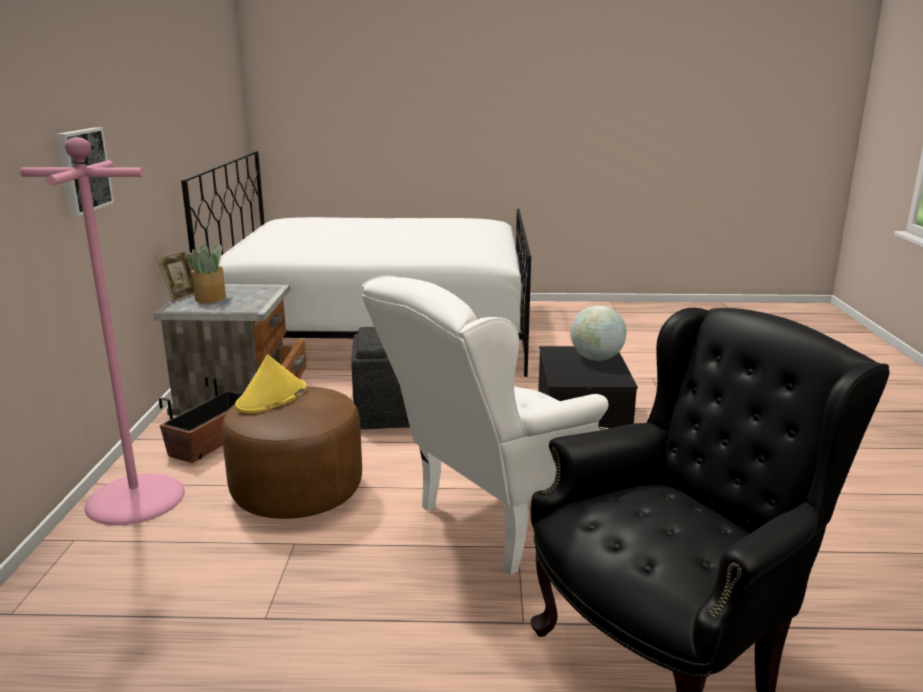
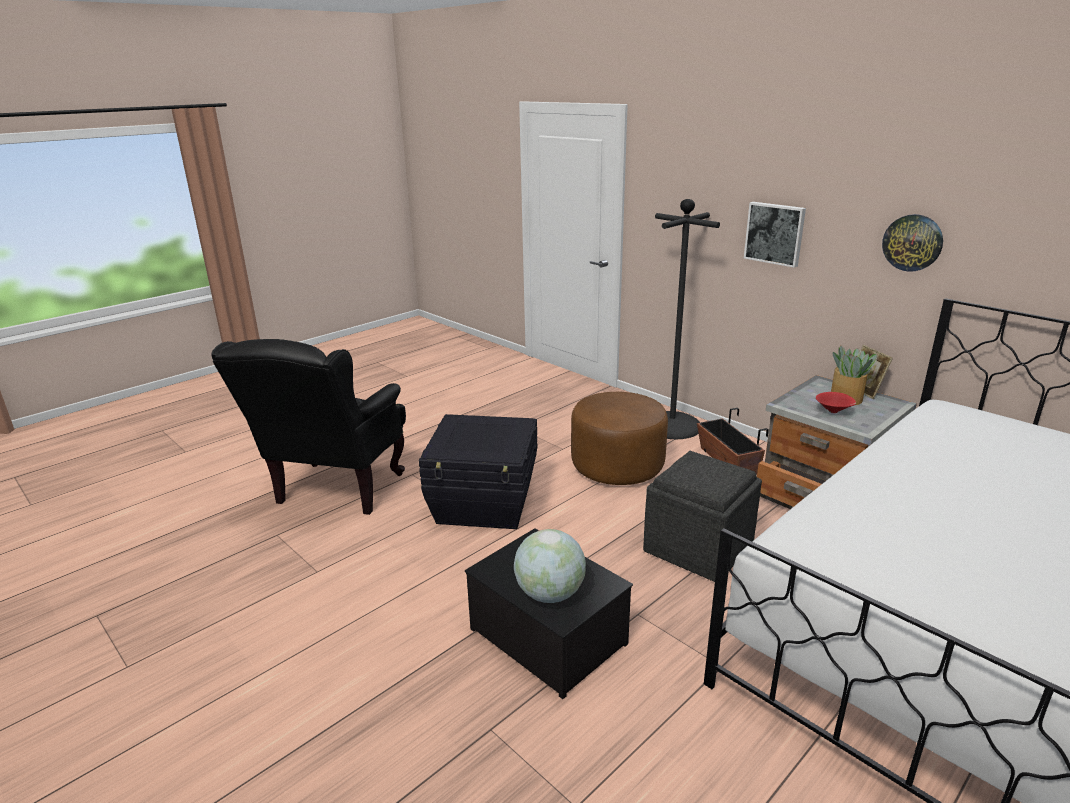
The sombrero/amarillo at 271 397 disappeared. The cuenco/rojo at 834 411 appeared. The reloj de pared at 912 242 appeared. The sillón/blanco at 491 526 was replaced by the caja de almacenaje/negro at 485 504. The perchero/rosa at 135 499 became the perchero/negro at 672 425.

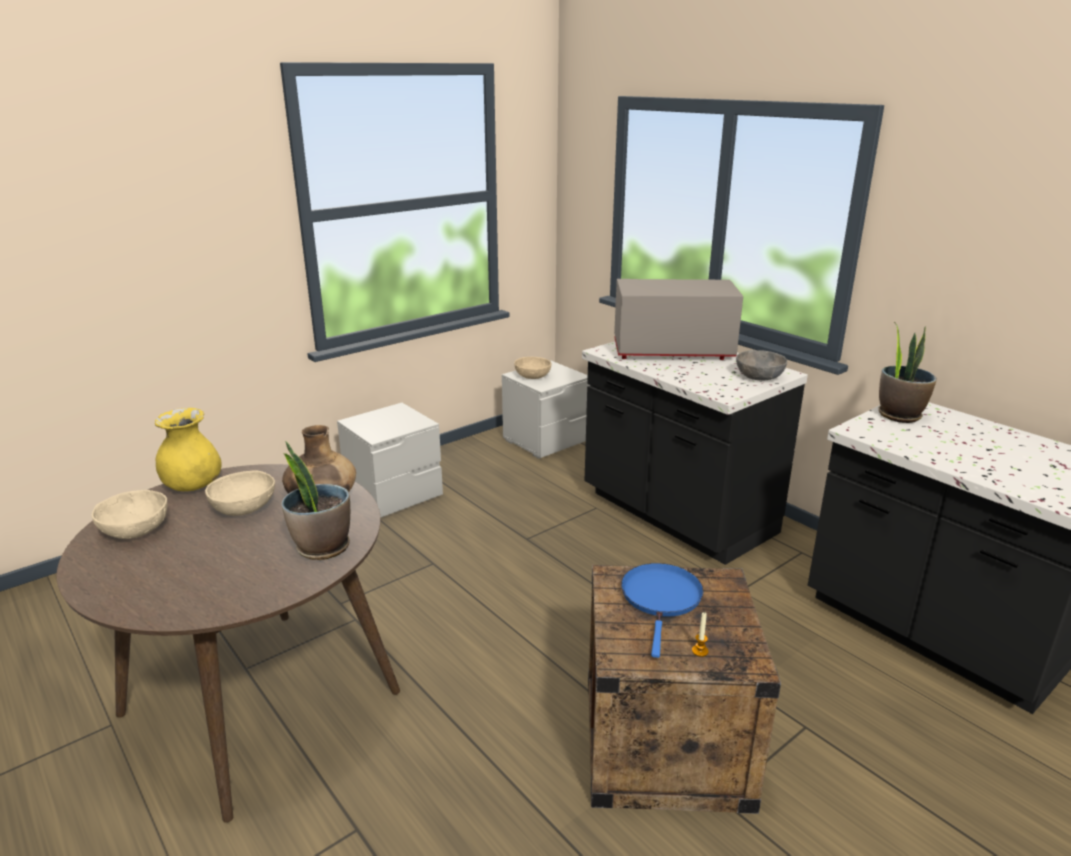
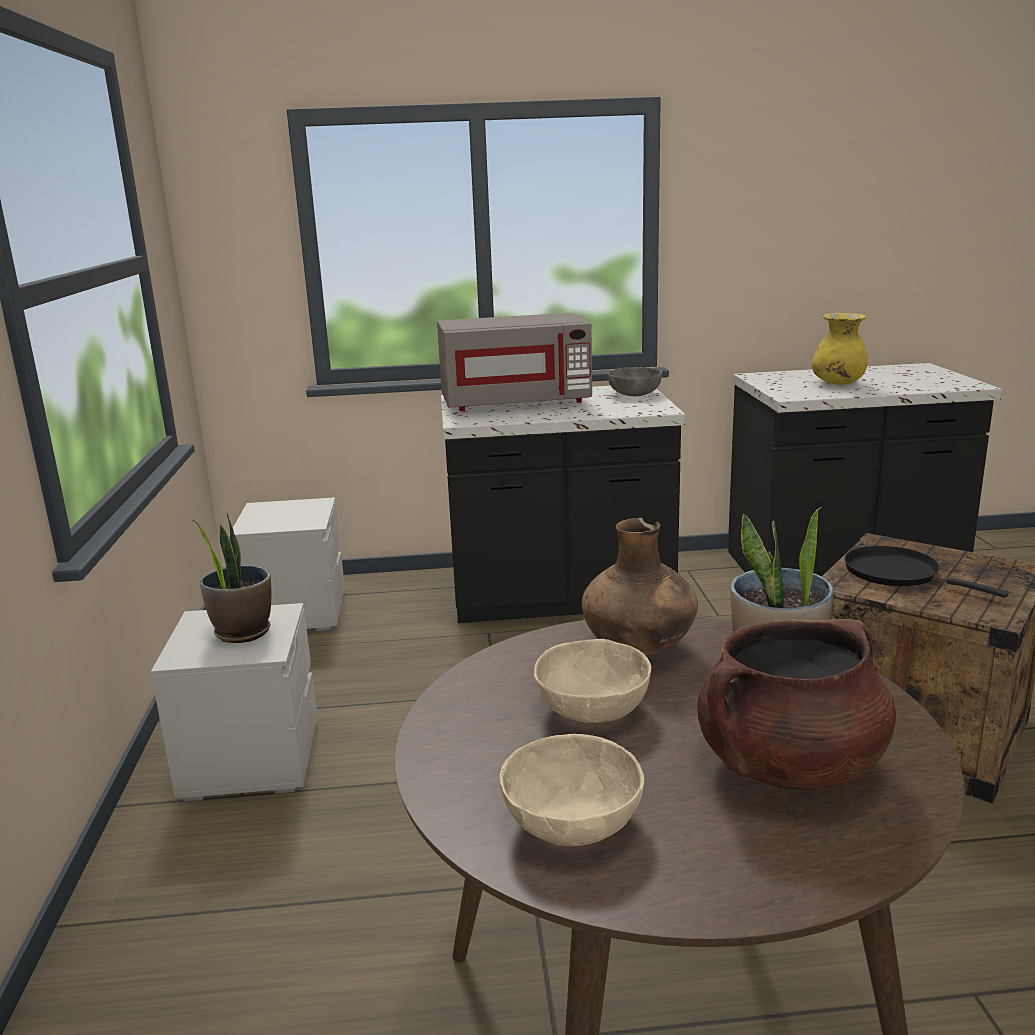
The cuenco/beis at 532 377 disappeared. The vela at 700 651 disappeared. The olla/marrón at 789 766 appeared. The florero/amarillo moved from 193 486 to 837 384. The planta en maceta moved from 899 415 to 242 632. The sartén/azul at 661 599 became the sartén/negro at 898 574. The microondas/gris at 672 351 turned 135 degrees counterclockwise.

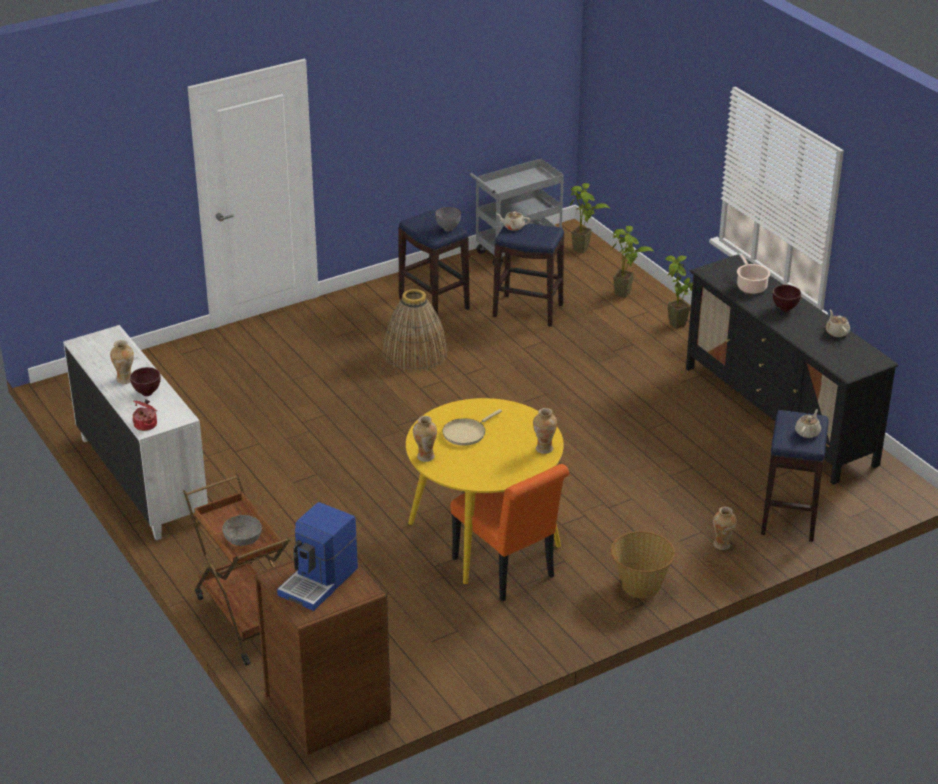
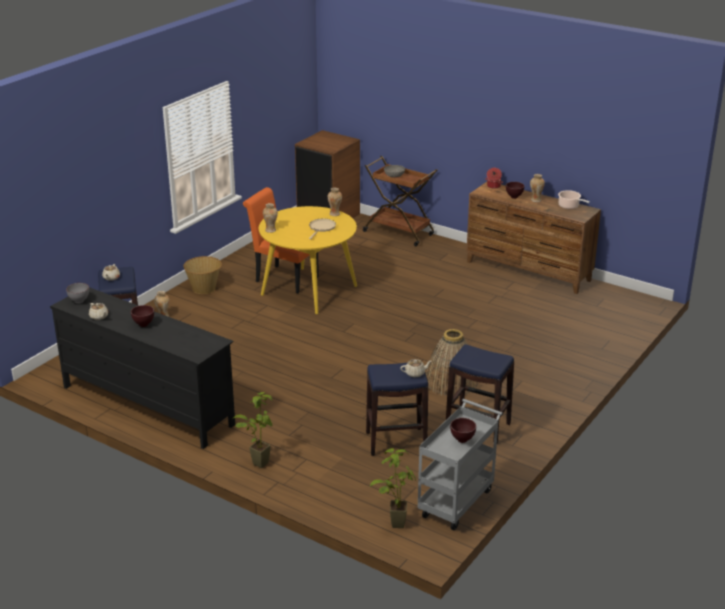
The cafetera at 319 581 disappeared. The planta en maceta at 627 296 disappeared. The cuenco/marrón at 462 440 appeared. The cuenco/gris moved from 447 229 to 80 302. The olla moved from 751 286 to 569 206. The cómoda/blanco at 141 480 became the cómoda/marrón at 528 271.

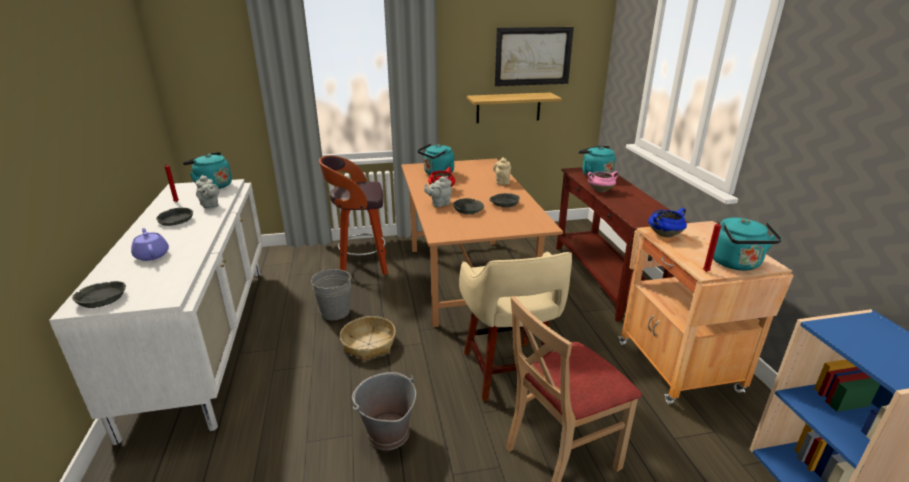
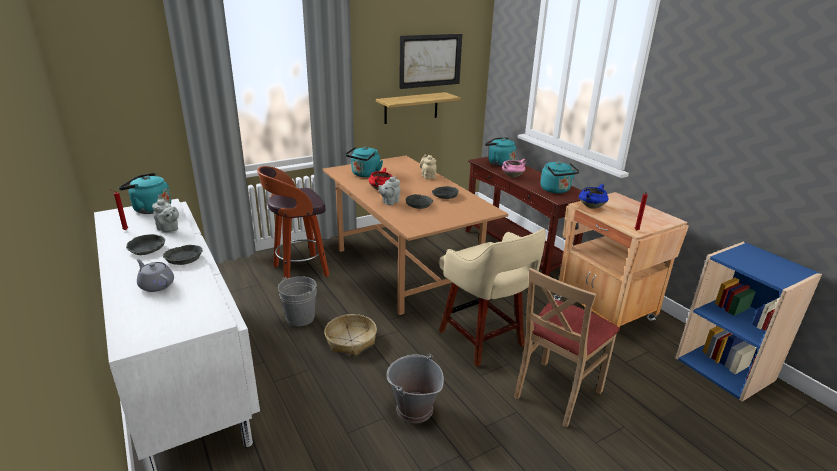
The cuenco/gris moved from 103 299 to 184 258. The hervidor/turquesa moved from 736 264 to 556 190. The tetera/morado at 152 255 became the tetera/gris at 156 285.

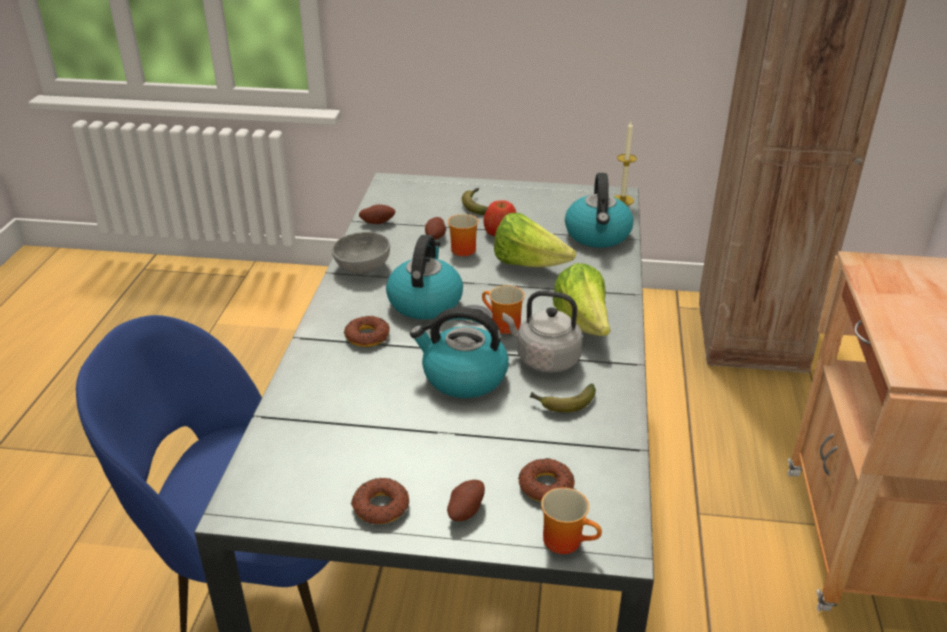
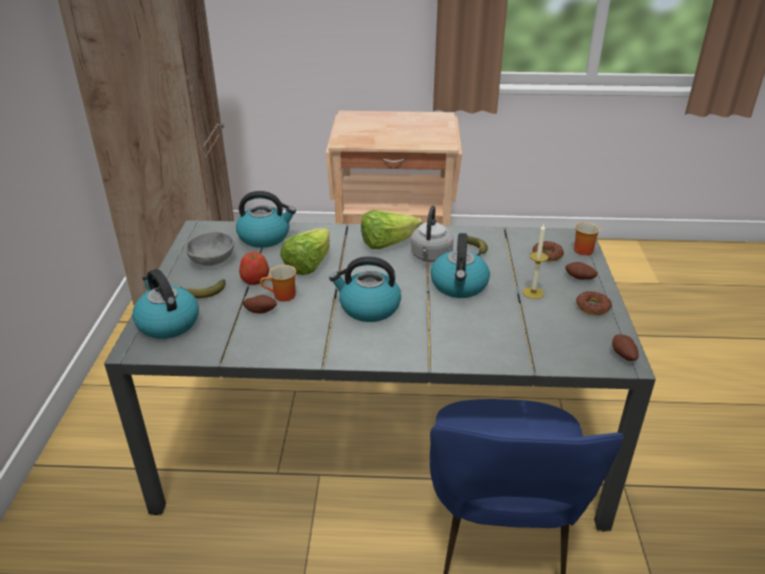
The rosquilla at 367 336 disappeared. The taza grande at 502 325 disappeared. The hervidor at 167 323 appeared. The cuenco/gris moved from 361 268 to 212 261. The patata moved from 377 222 to 622 355. The vela moved from 622 200 to 533 293.

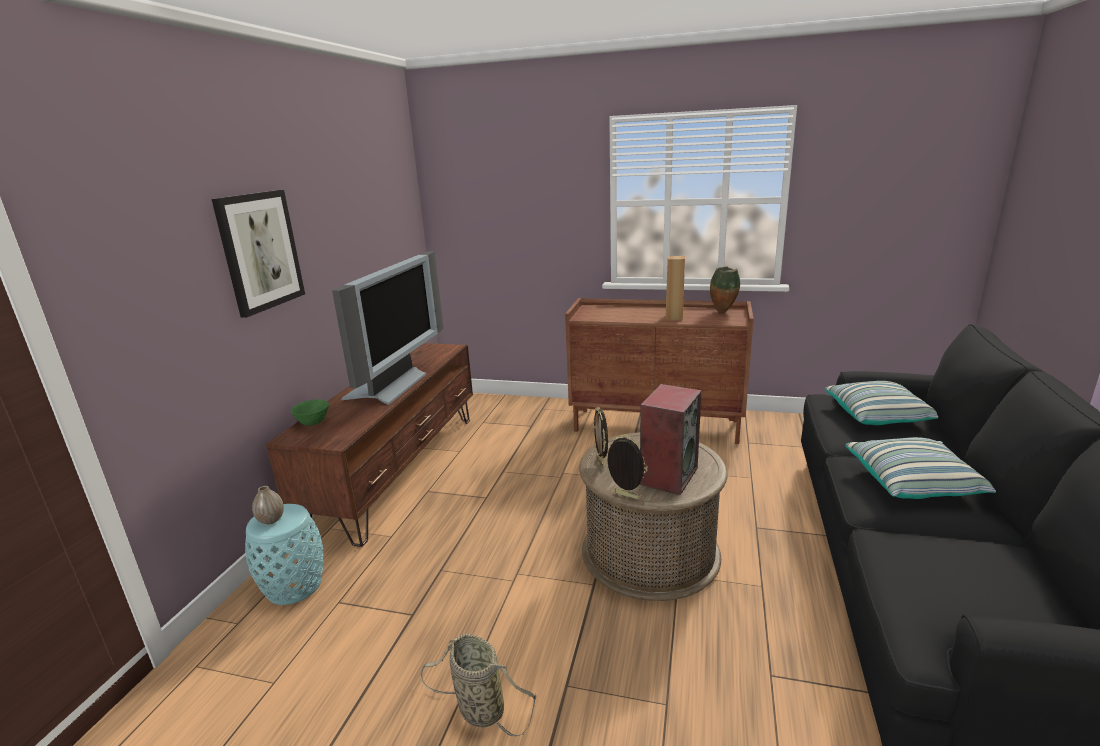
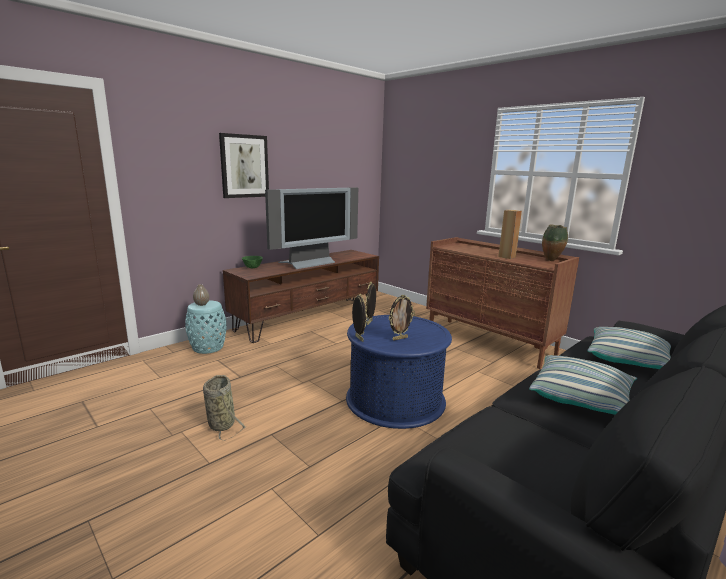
The altavoz at 668 475 was replaced by the portarretratos at 399 338. The mesa de centro/marrón at 650 552 became the mesa de centro/azul at 395 400.

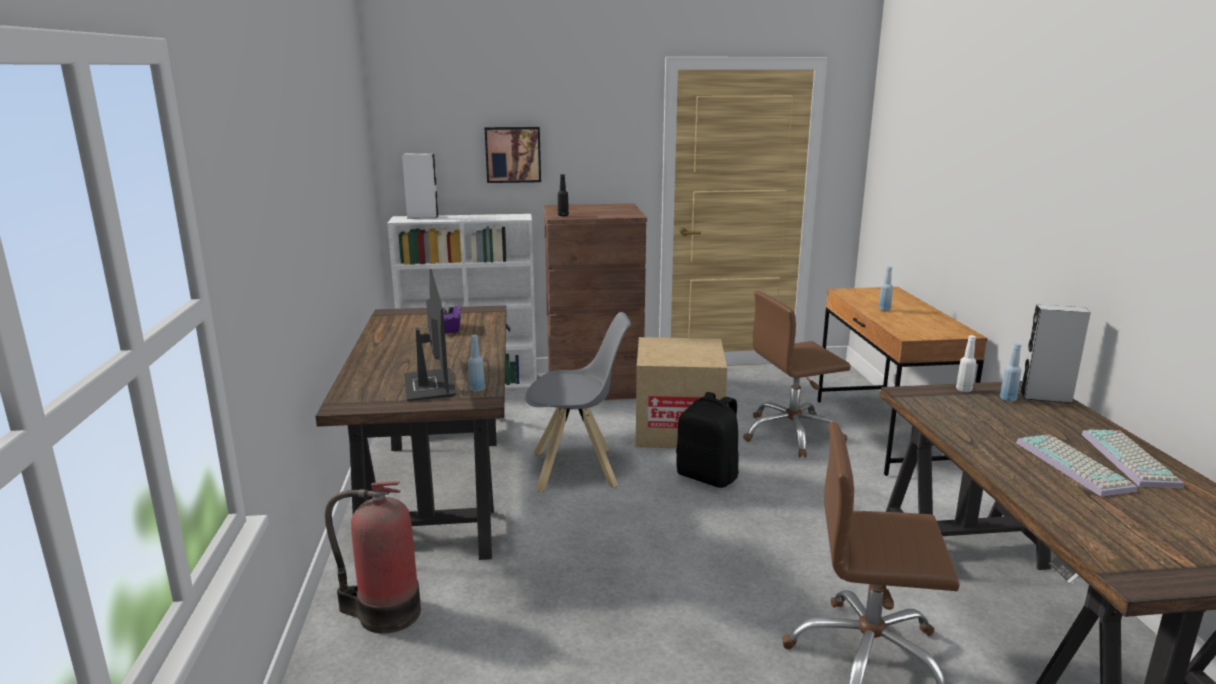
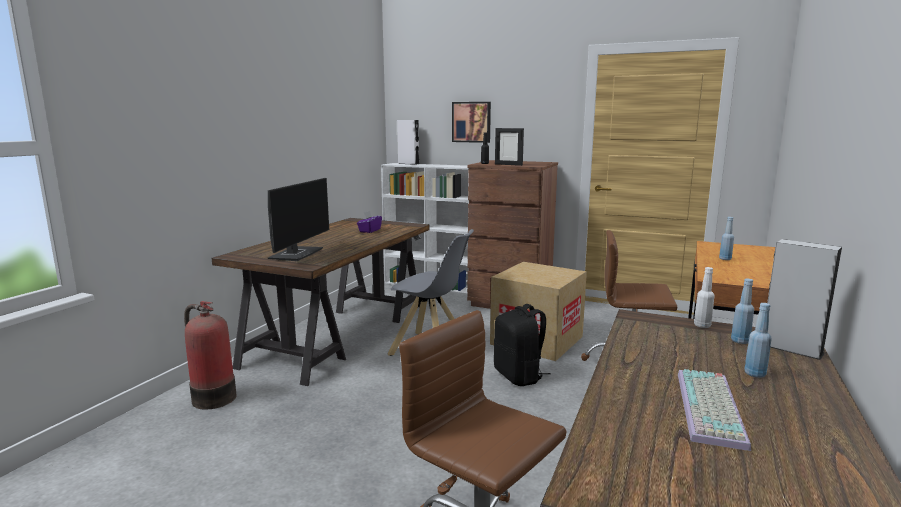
The teclado at 1132 460 disappeared. The portarretratos at 508 164 appeared. The botella/azul moved from 477 389 to 754 374.

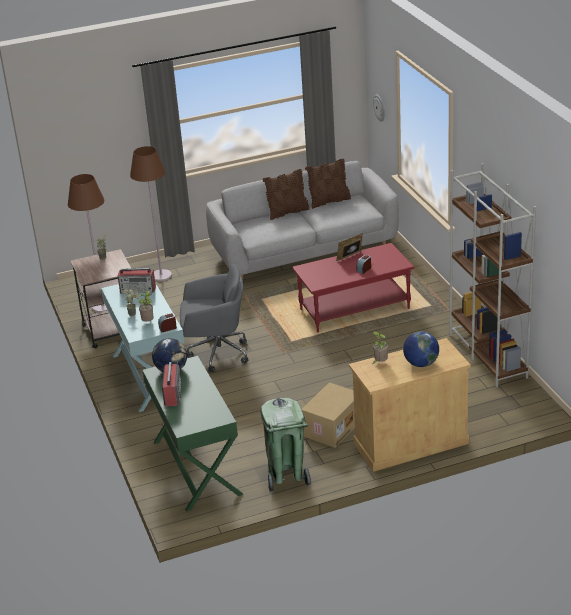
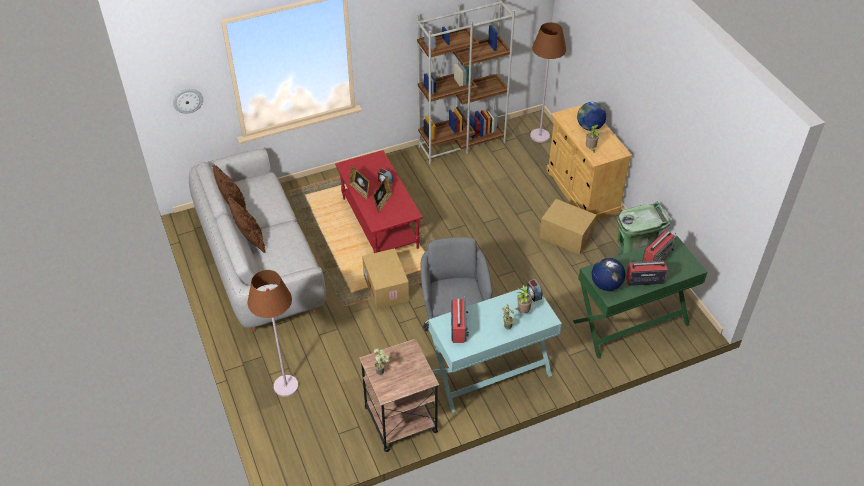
The caja de cartón at 387 288 appeared. The portarretratos at 382 202 appeared. The radio at 657 256 appeared. The lámpara de pie/marrón moved from 103 307 to 539 136.

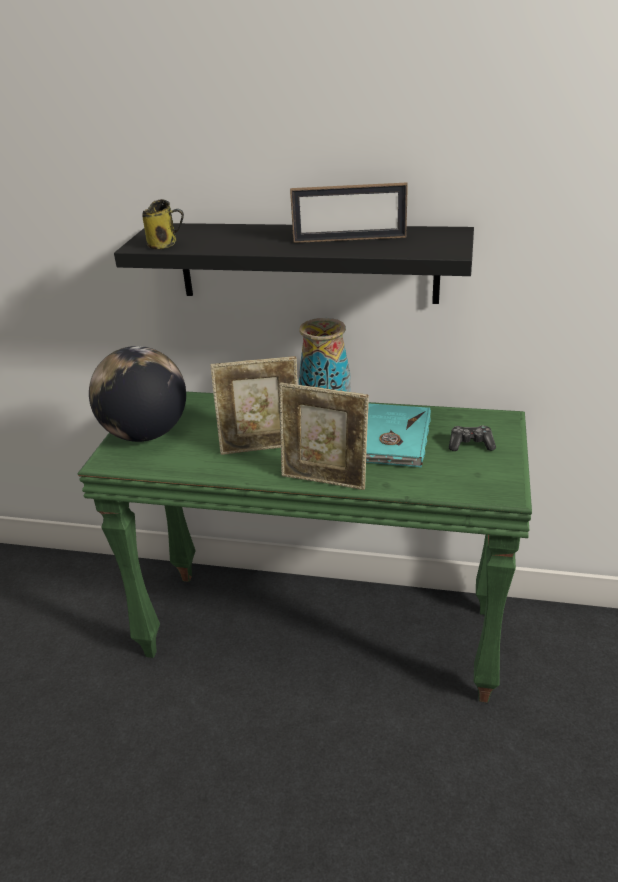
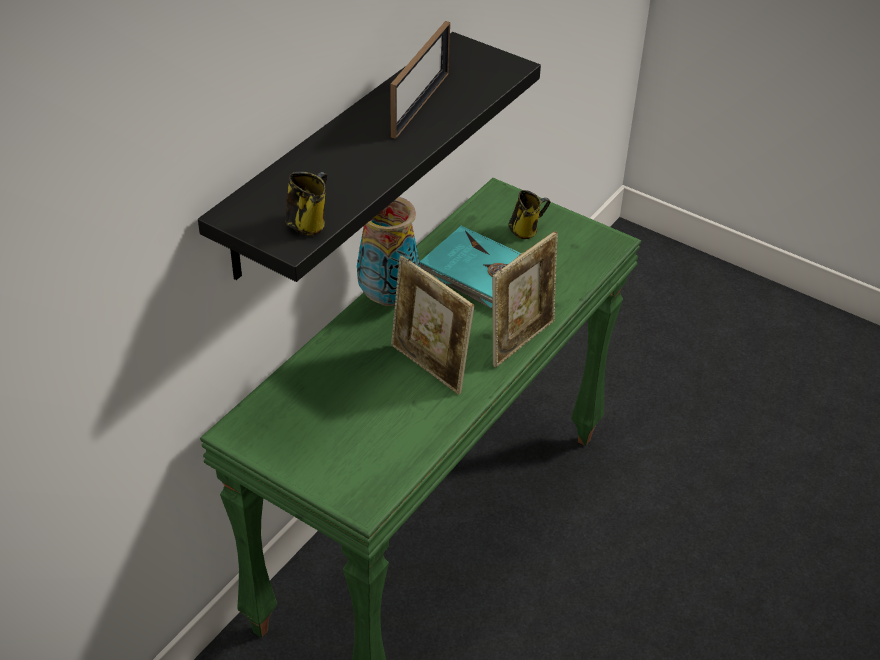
The globo terráqueo at 146 434 disappeared. The mando de consola at 470 444 was replaced by the taza grande at 525 230. The portarretratos at 261 447 turned 120 degrees clockwise.

